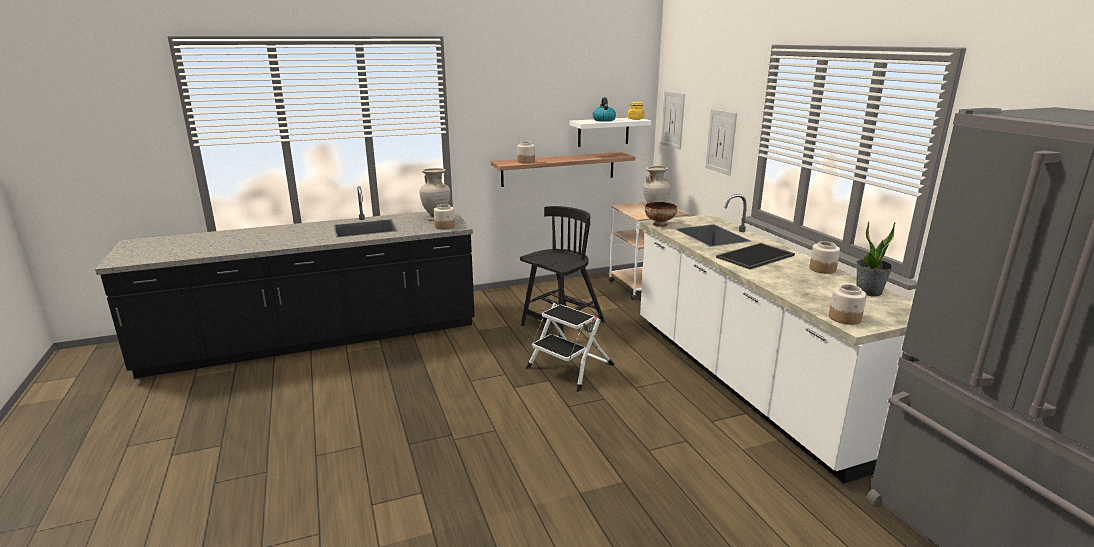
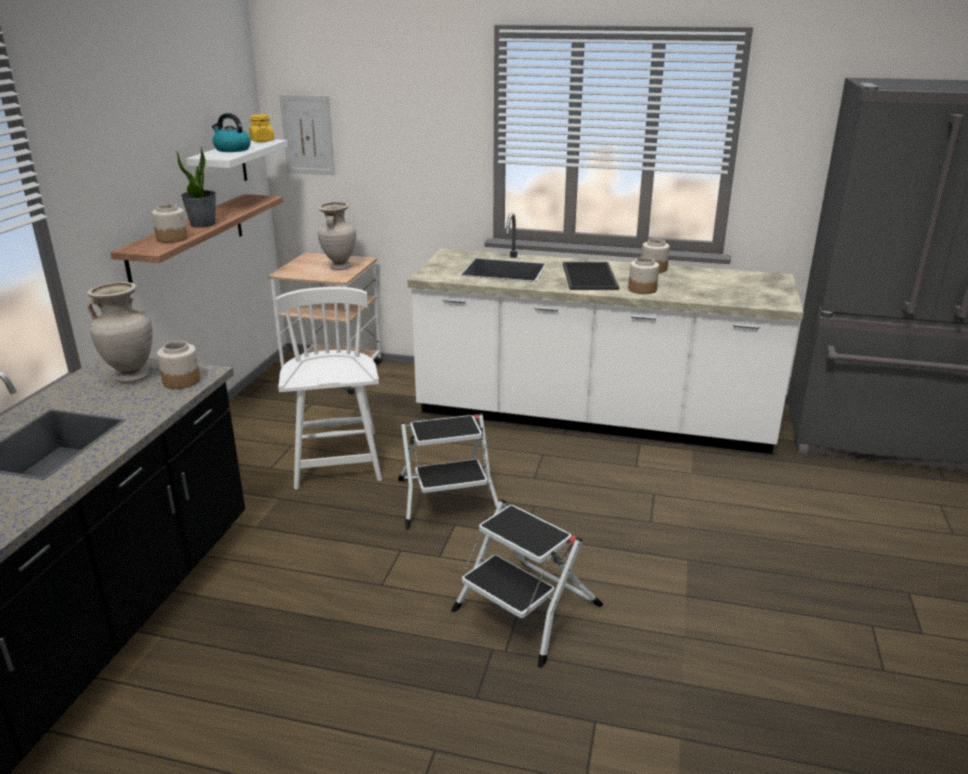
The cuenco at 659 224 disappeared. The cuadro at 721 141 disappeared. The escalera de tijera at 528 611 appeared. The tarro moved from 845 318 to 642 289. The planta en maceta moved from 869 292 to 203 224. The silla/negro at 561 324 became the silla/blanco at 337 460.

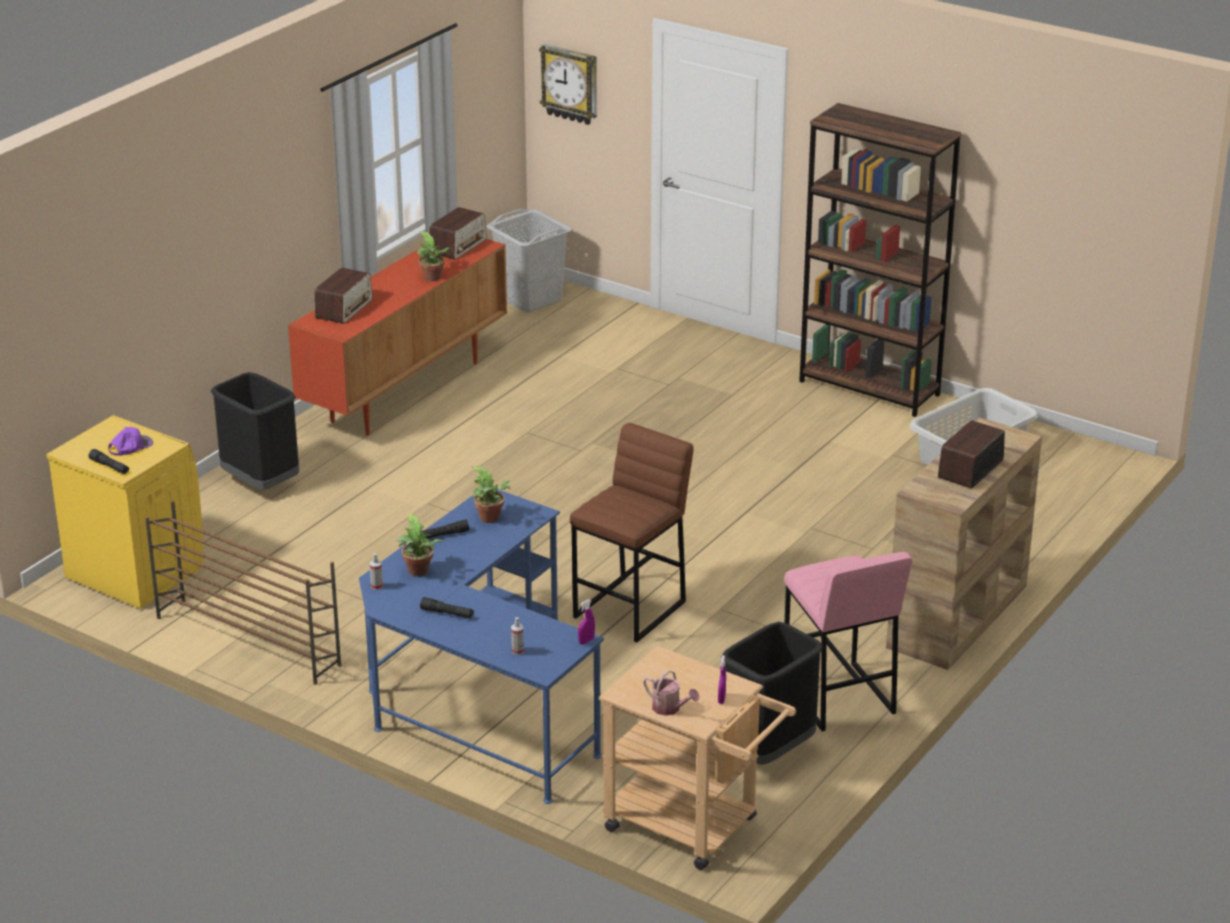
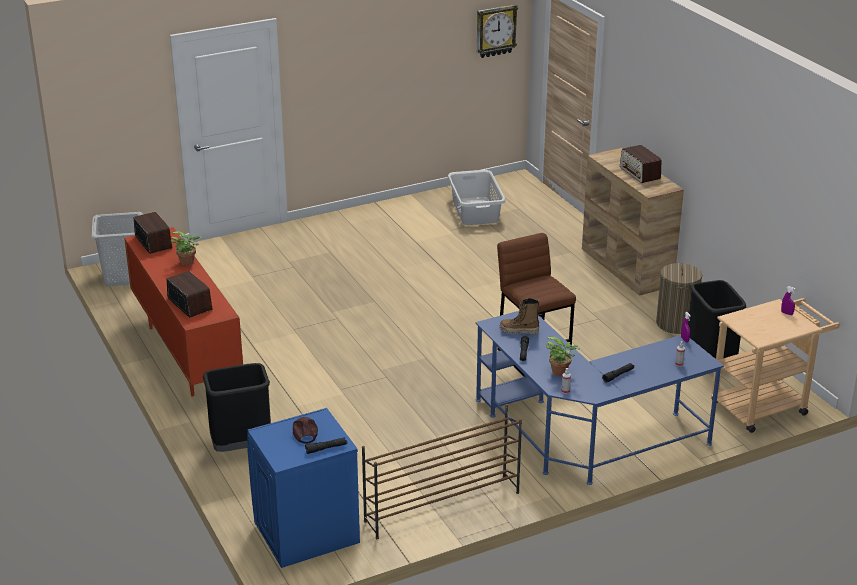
The regadera at 669 708 disappeared. The estantería/marrón at 869 388 disappeared. The reloj de pared moved from 570 84 to 495 31. The planta en maceta at 491 519 was replaced by the bota at 519 331. The taburete/rosa at 839 698 was replaced by the cesto de la ropa at 676 323. The lavadora/amarillo at 134 573 became the lavadora/azul at 306 534. The gorra/morado at 130 446 became the gorra/marrón at 304 433.

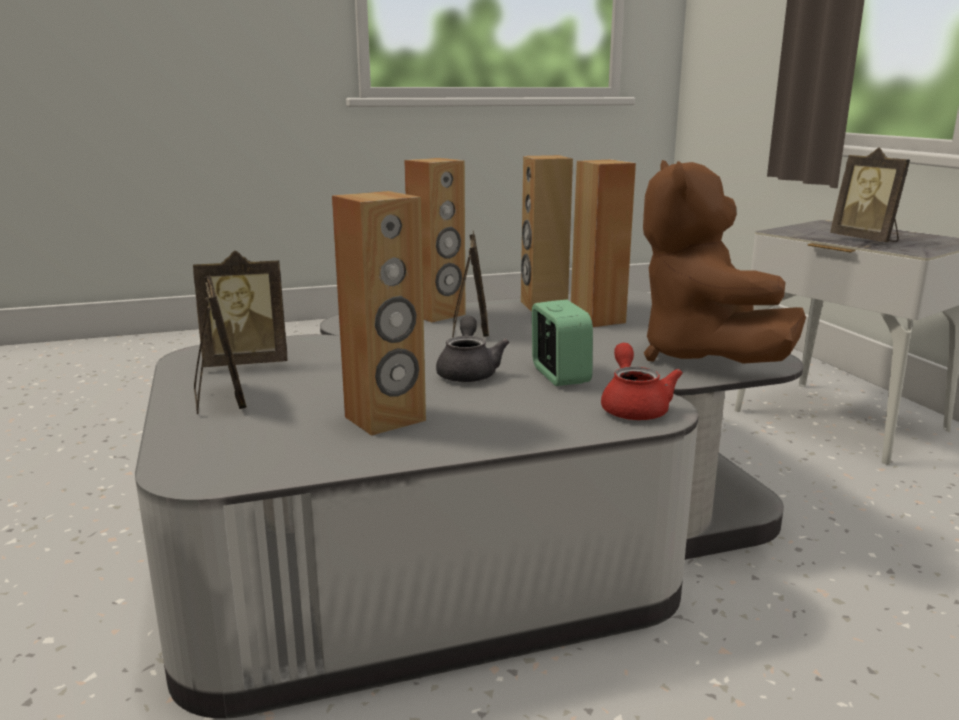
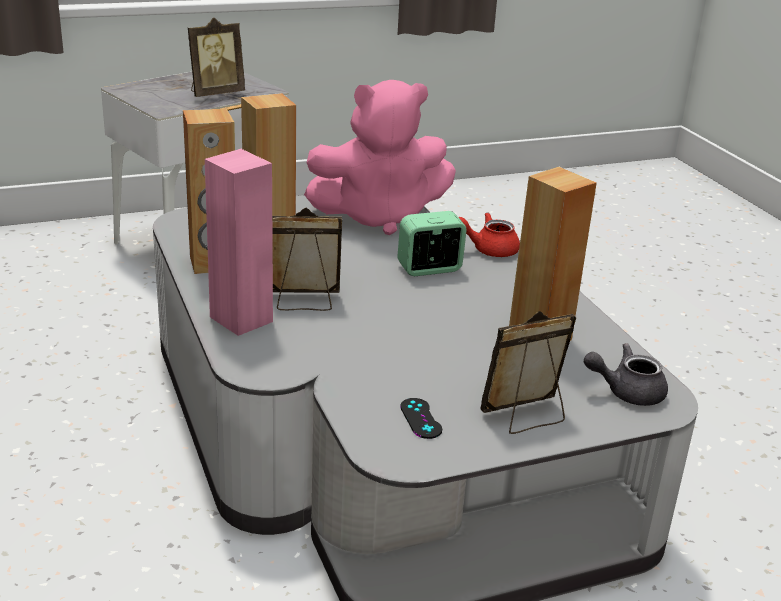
The tetera/gris moved from 468 372 to 626 392. The portarretratos at 246 363 was replaced by the mando de consola/negro at 420 418. The altavoz/marrón at 437 314 became the altavoz/rosa at 242 319. The peluche/marrón at 702 357 became the peluche/rosa at 379 216.

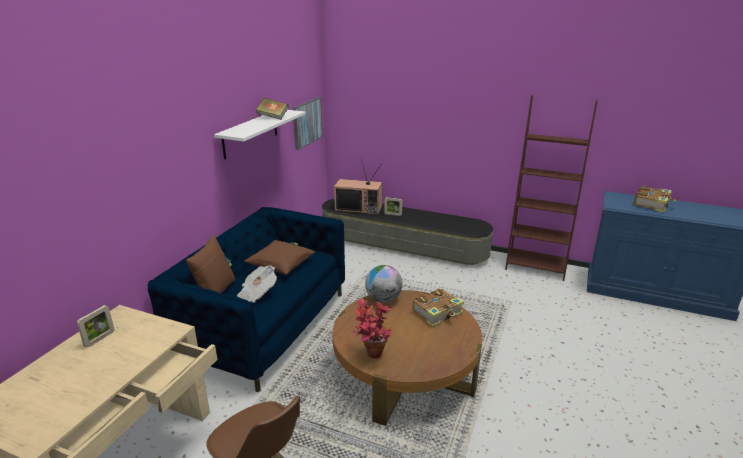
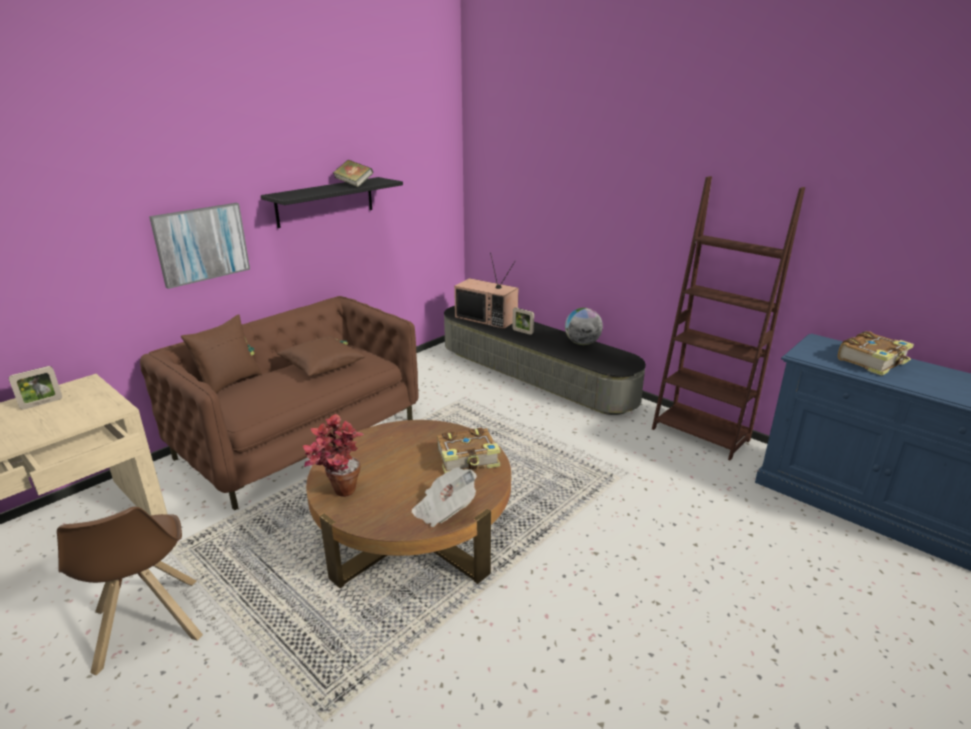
The periódico moved from 257 293 to 444 510. The cuadro moved from 307 122 to 201 244. The globo terráqueo moved from 383 299 to 582 343. The sofá/azul at 265 325 became the sofá/marrón at 300 437. The estante/blanco at 250 133 became the estante/negro at 325 202.

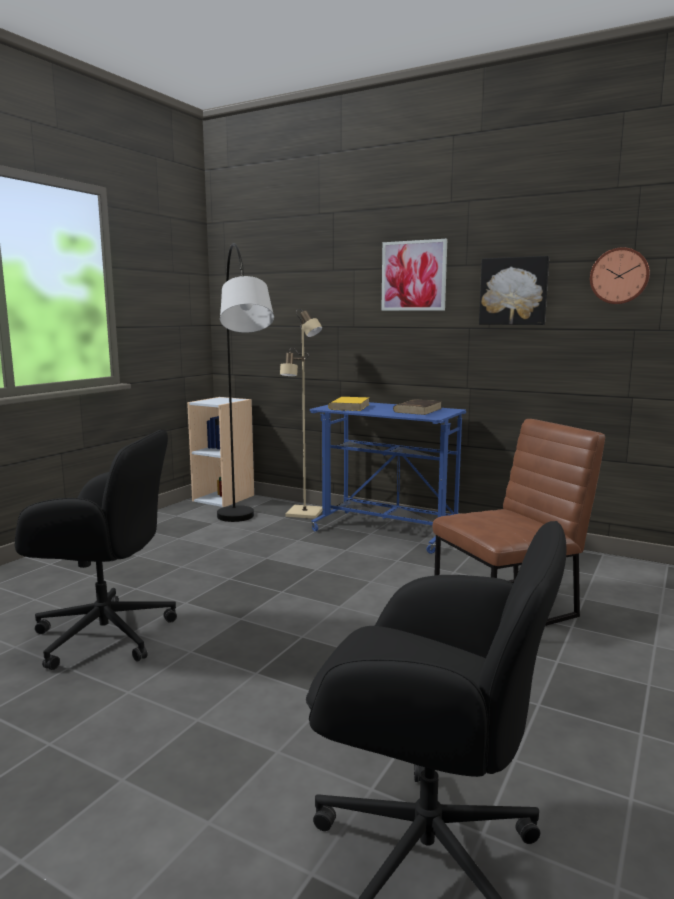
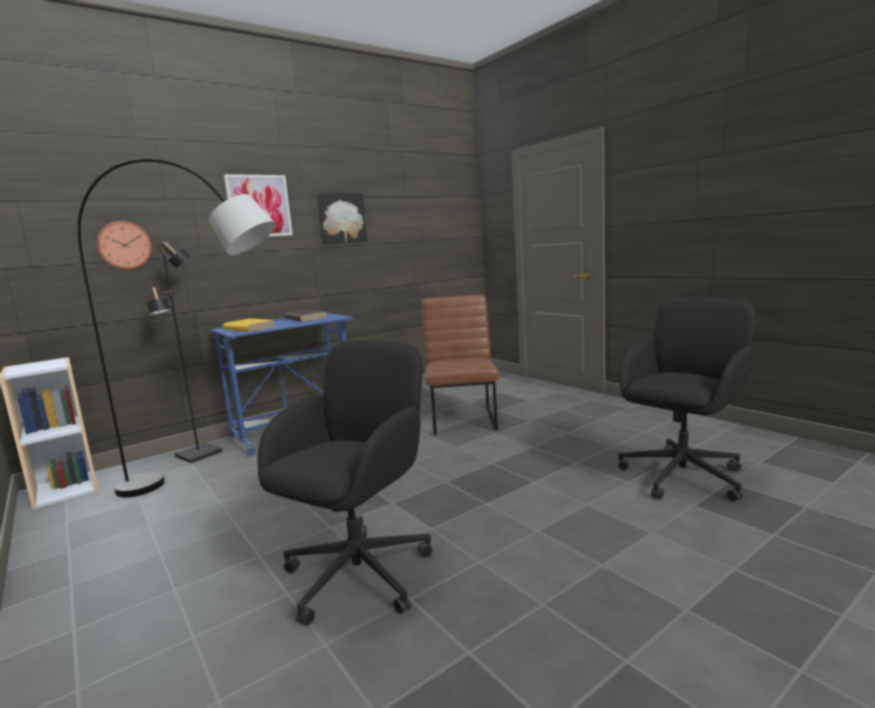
The reloj de pared moved from 619 276 to 124 245. The lámpara de pie/beis at 304 513 became the lámpara de pie/negro at 198 454.

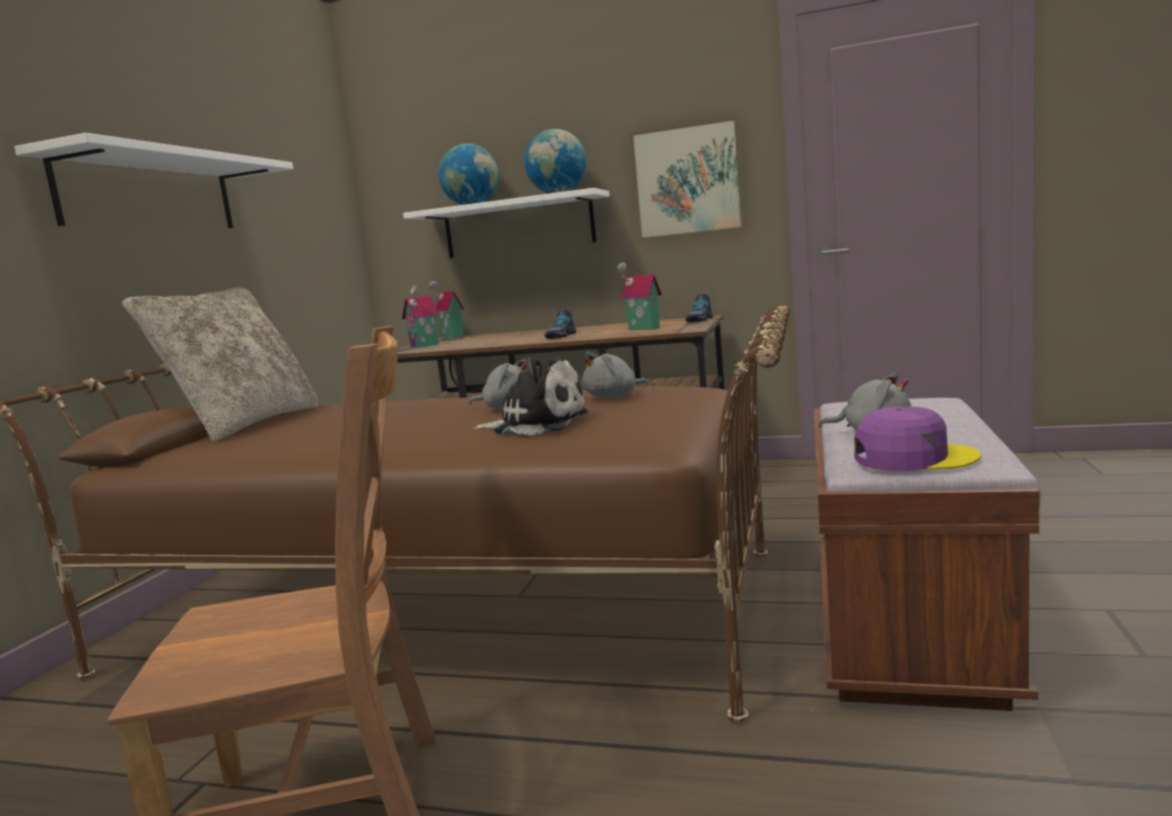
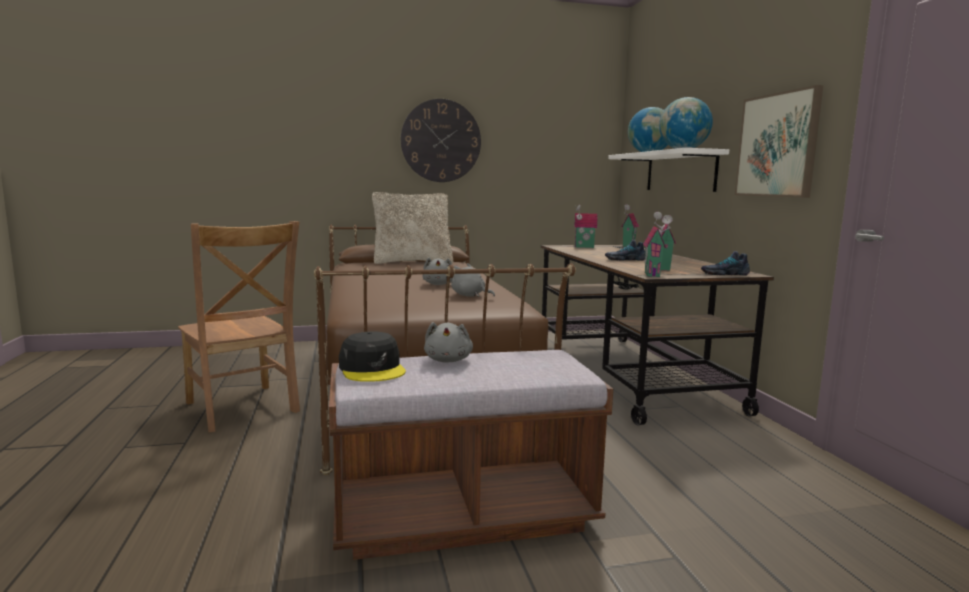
The peluche at 537 425 disappeared. The casita at 654 275 appeared. The estante/blanco at 149 194 was replaced by the reloj de pared at 441 141. The gorra/morado at 913 458 became the gorra/negro at 372 369.

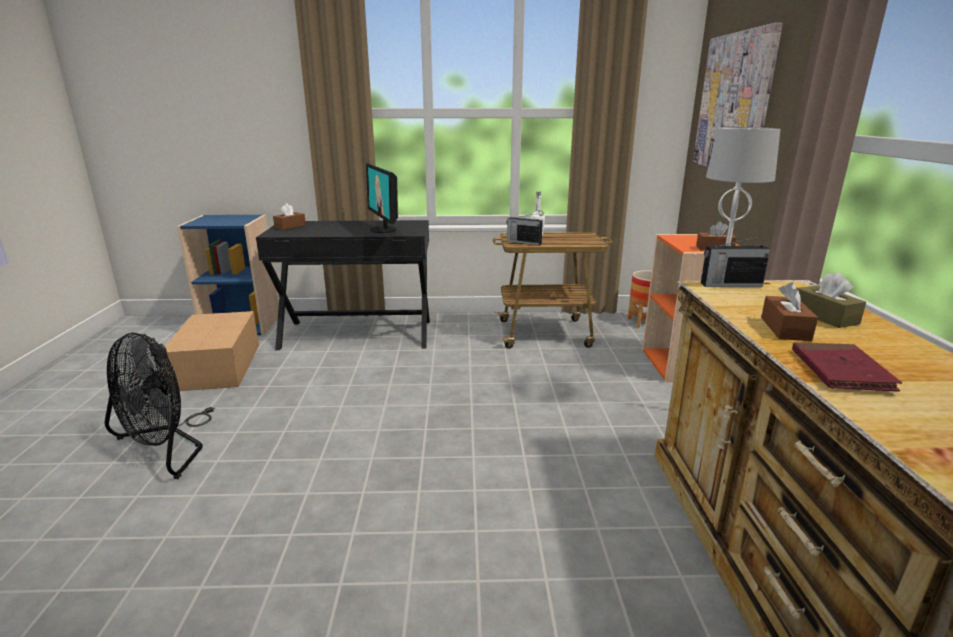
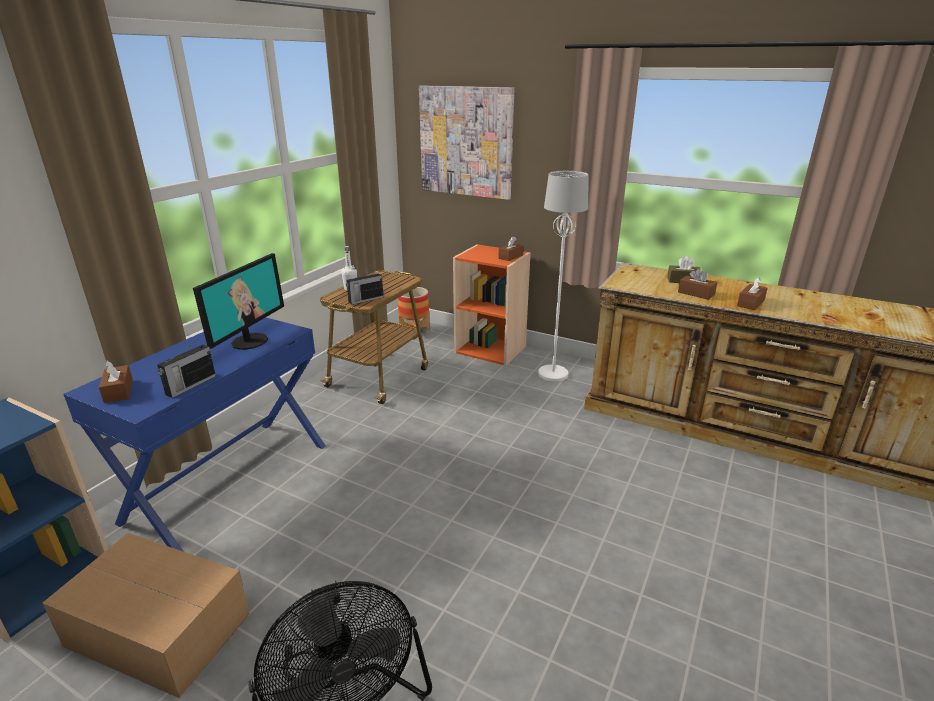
The radio moved from 729 284 to 190 385. The libro/rojo at 840 371 was replaced by the caja de pañuelos/marrón at 750 303. The escritorio/negro at 357 334 became the escritorio/azul at 229 481. The monitor at 383 229 turned 75 degrees counterclockwise.

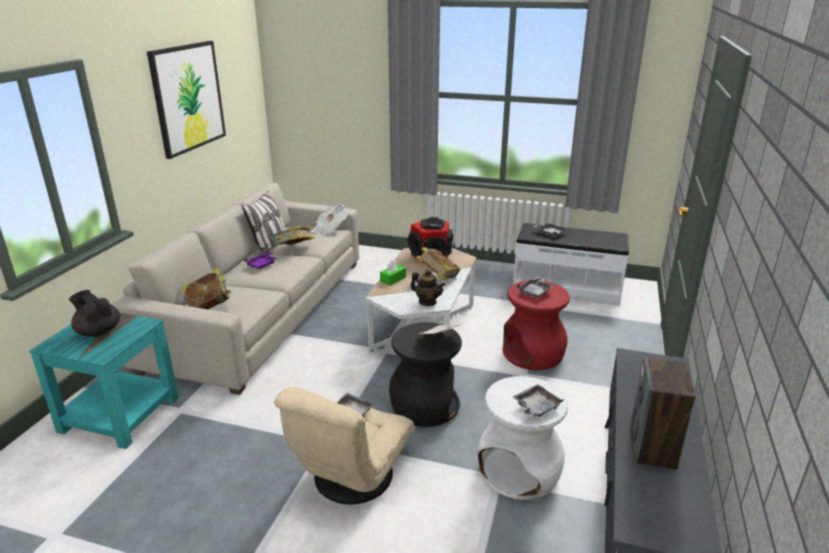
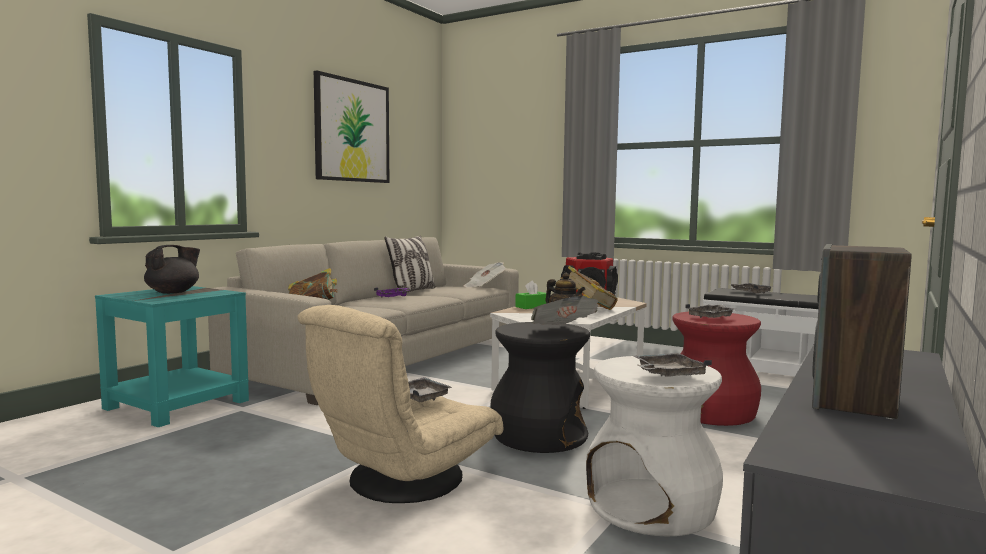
The libro at 295 249 disappeared. The tetera/negro at 98 331 turned 75 degrees clockwise.

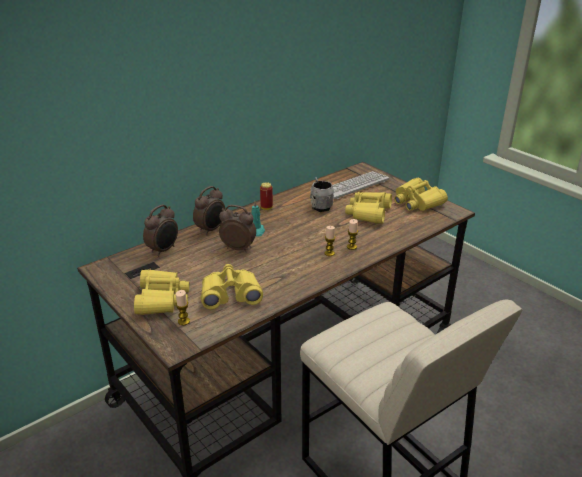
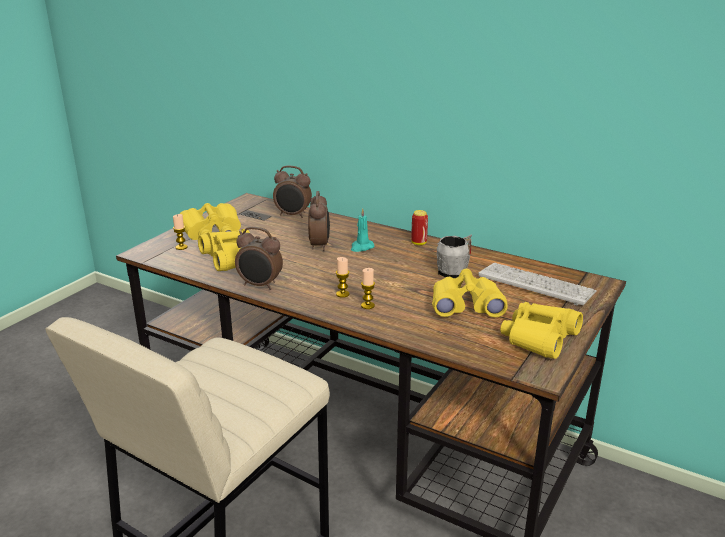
The despertador moved from 211 230 to 260 285.

